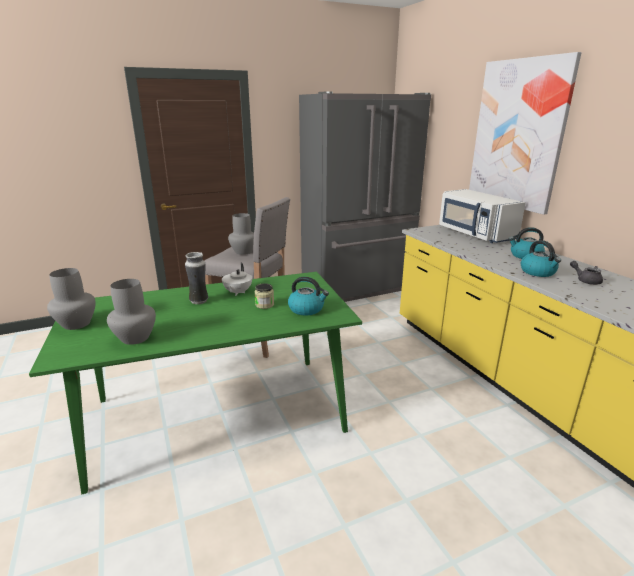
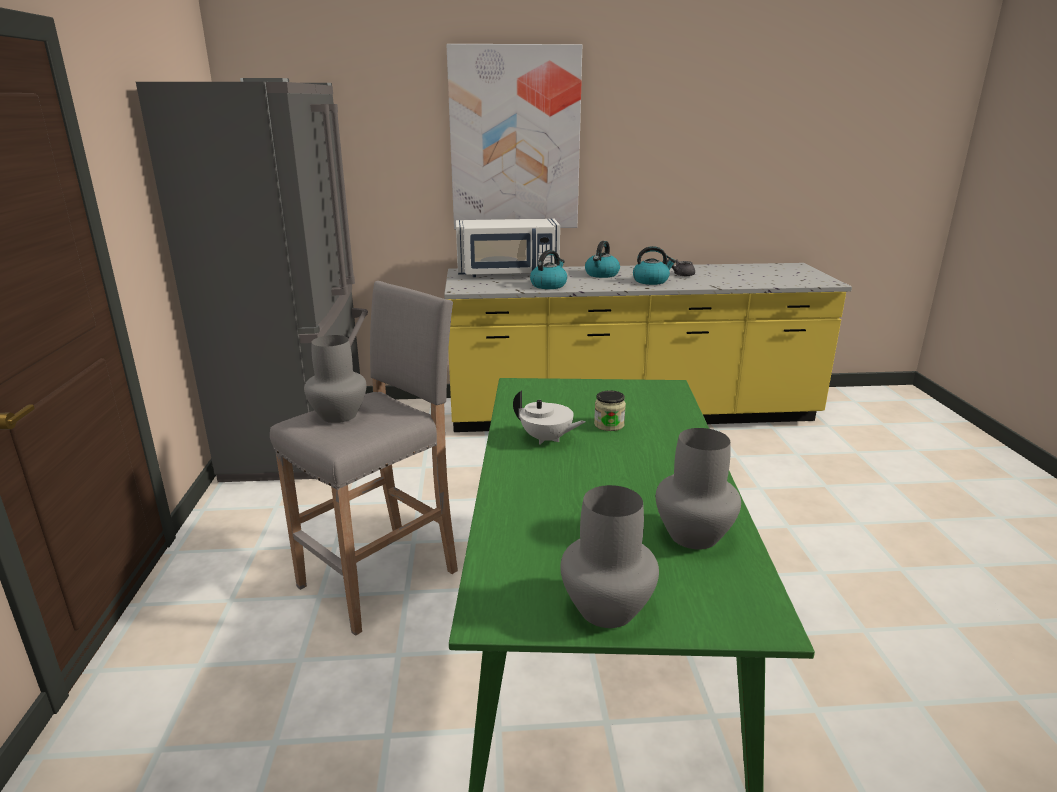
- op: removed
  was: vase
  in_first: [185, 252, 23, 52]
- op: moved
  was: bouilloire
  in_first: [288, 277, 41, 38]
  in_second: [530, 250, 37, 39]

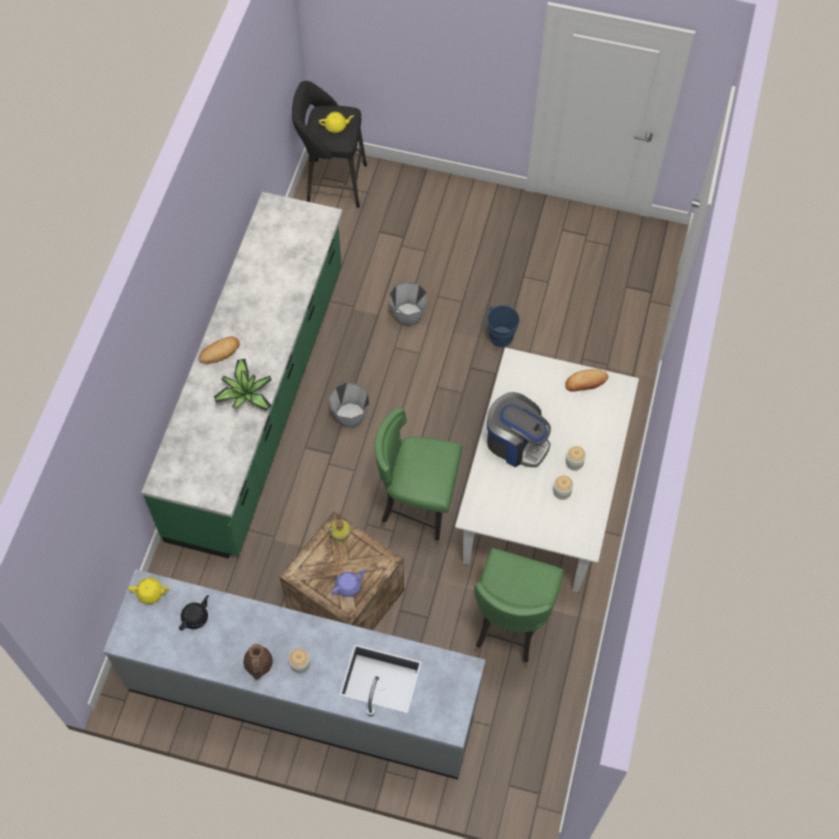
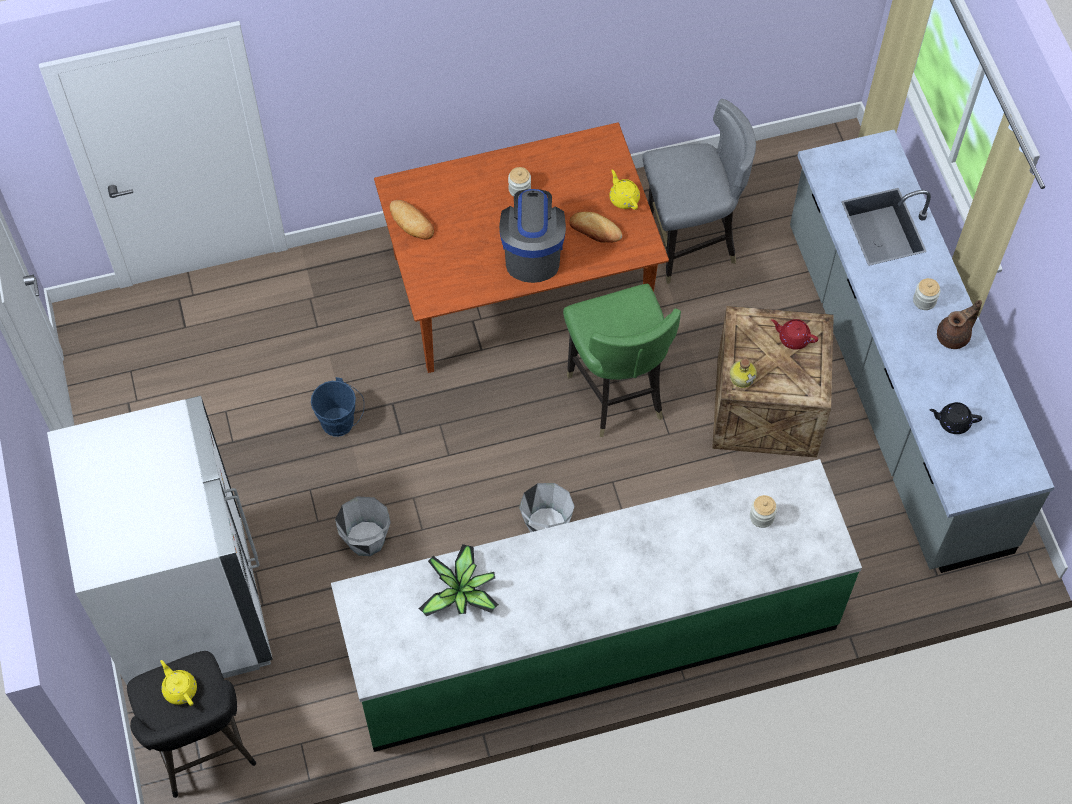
- op: moved
  was: théière [jaune]
  in_first: [128, 578, 43, 26]
  in_second: [609, 169, 31, 41]
- op: moved
  was: pain
  in_first: [199, 336, 41, 28]
  in_second: [569, 212, 53, 31]
- op: moved
  was: plante en pot
  in_first: [214, 359, 58, 52]
  in_second: [419, 544, 80, 72]
- op: recoloured
  was: théière [violet]
  now: théière [rouge]
  in_first: [331, 568, 35, 29]
  in_second: [771, 319, 47, 31]
- op: recoloured
  was: table à manger [blanc]
  now: table à manger [marron]
  in_first: [455, 348, 184, 244]
  in_second: [374, 123, 295, 250]
- op: recoloured
  was: chaise [vert]
  now: chaise [gris]
  in_first: [474, 548, 90, 119]
  in_second: [642, 99, 114, 185]
- op: moved
  was: bocal
  in_first: [553, 475, 20, 25]
  in_second: [750, 495, 27, 33]
- op: added
  now: réfrigérateur [blanc]
  in_second: [47, 396, 226, 289]

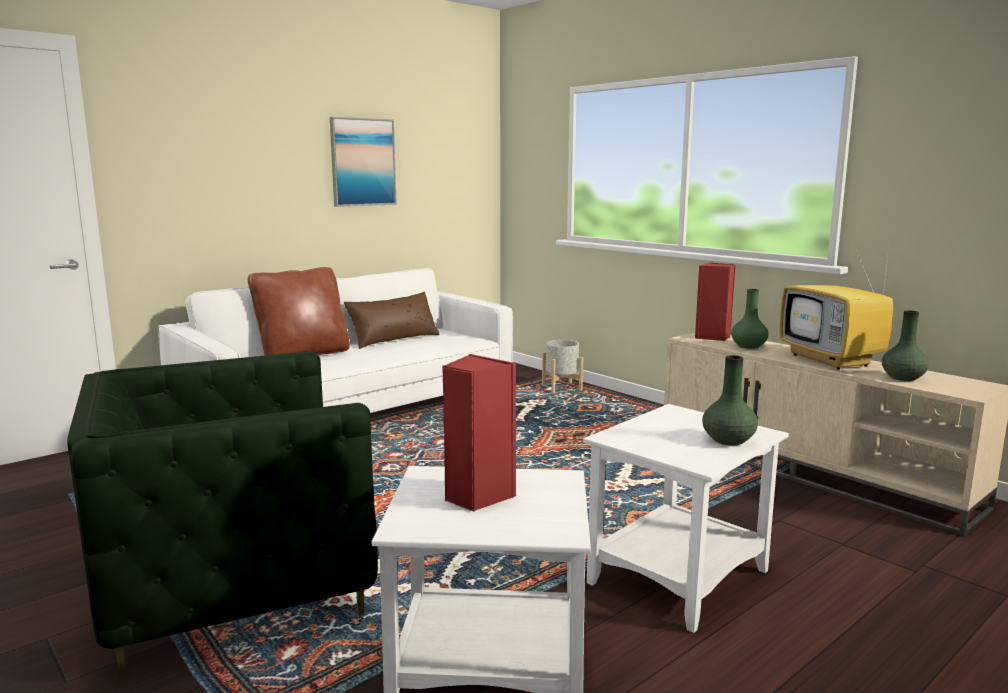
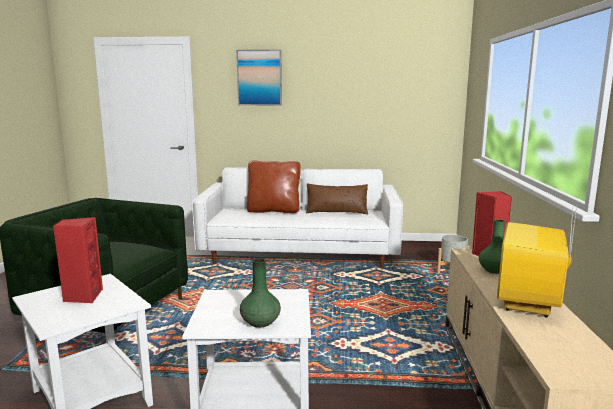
- op: moved
  was: tableau
  in_first: [330, 117, 67, 90]
  in_second: [236, 49, 46, 57]
- op: removed
  was: vase [vert]
  in_first: [882, 310, 47, 71]

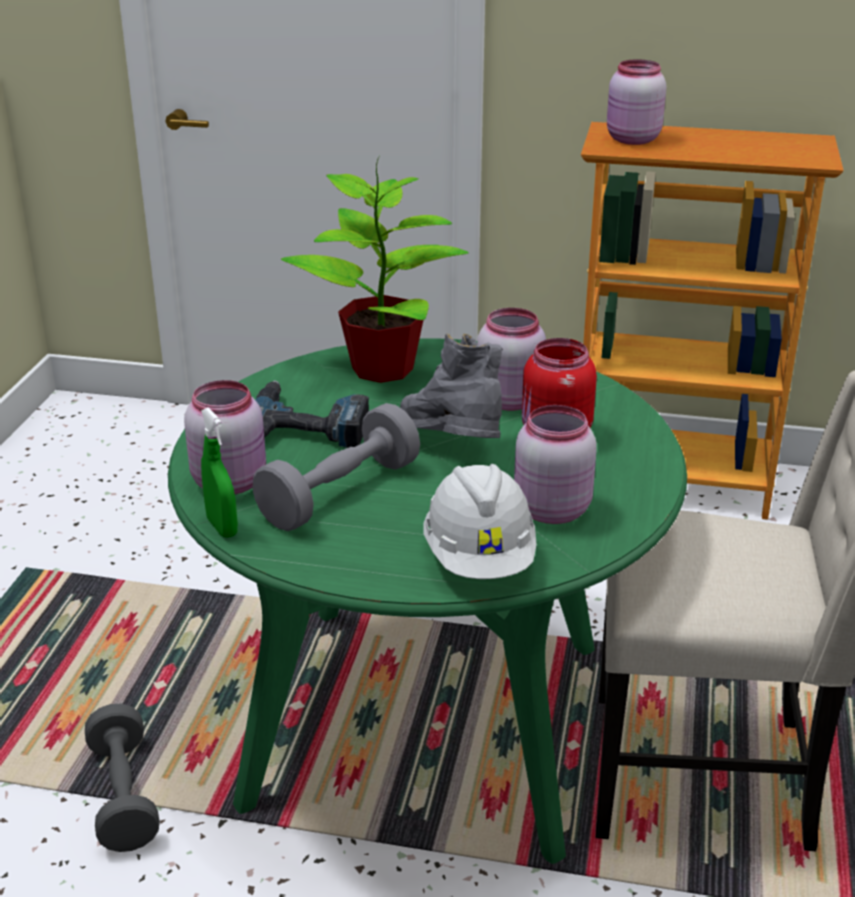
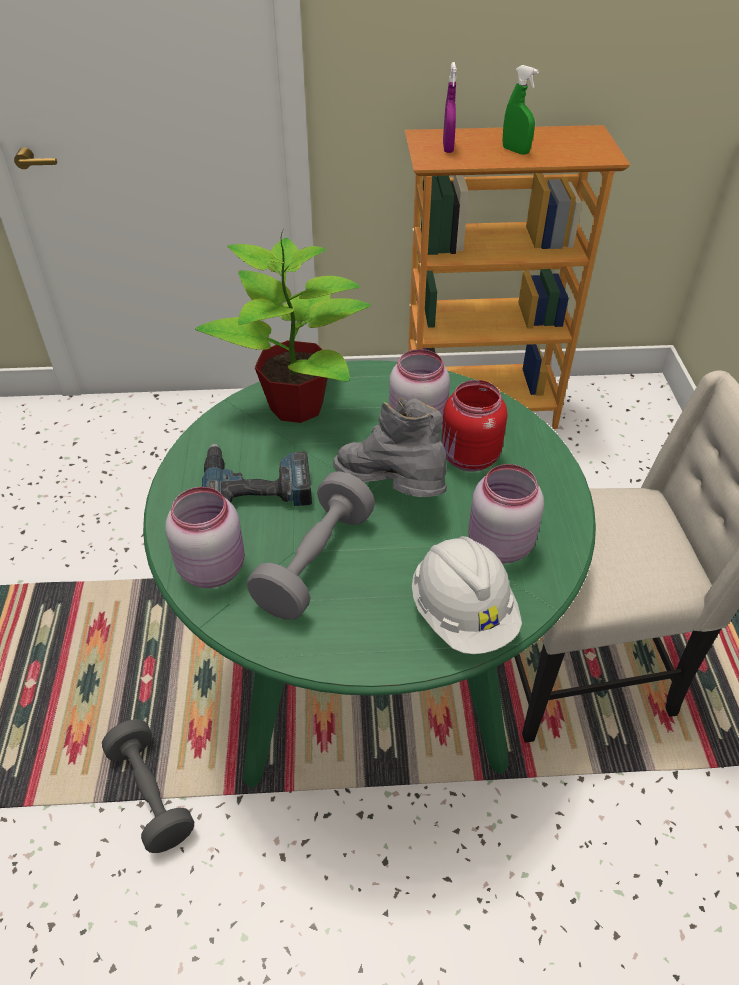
- op: moved
  was: vaporisateur [vert]
  in_first: [201, 407, 37, 131]
  in_second: [503, 65, 36, 90]
- op: replaced
  was: bocal [rose]
  now: vaporisateur [violet]
  in_first: [607, 59, 59, 86]
  in_second: [443, 62, 14, 91]

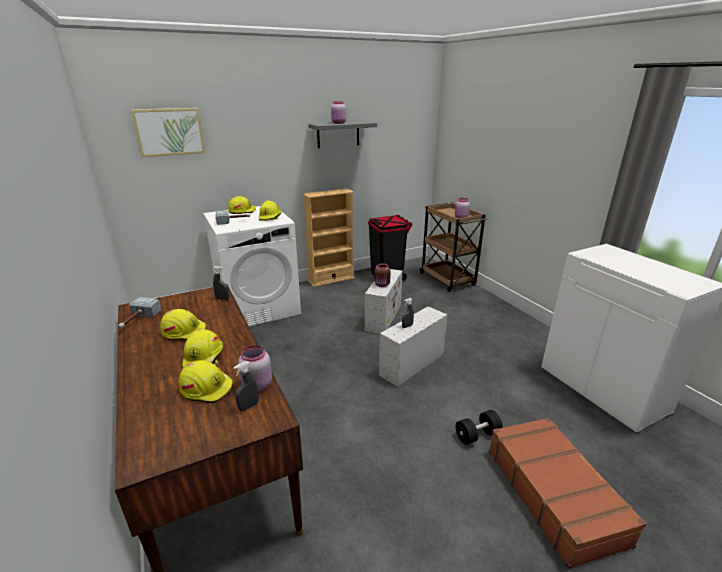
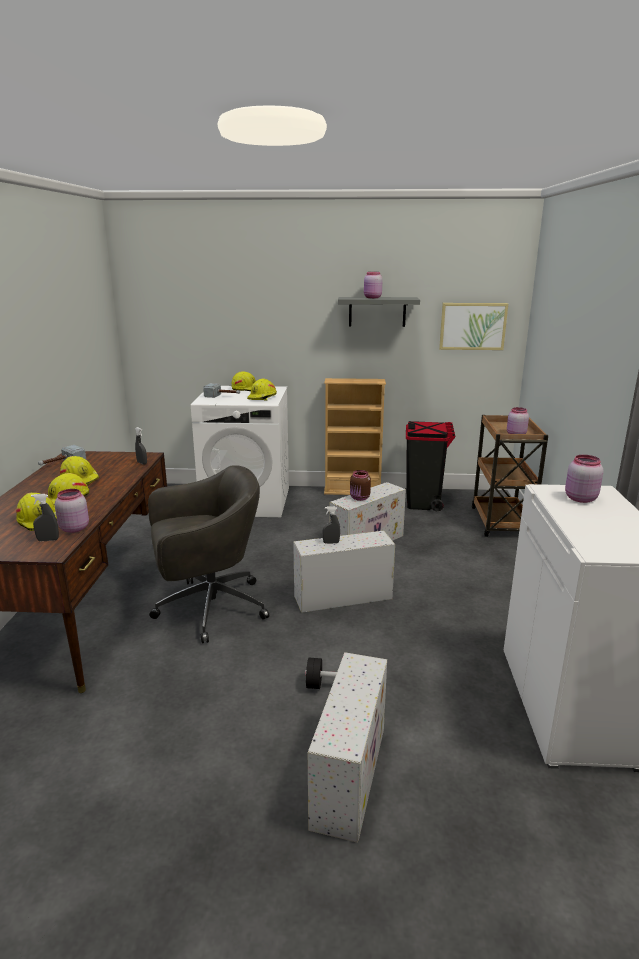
- op: moved
  was: tableau
  in_first: [131, 108, 75, 49]
  in_second: [439, 303, 69, 47]
- op: replaced
  was: valise [marron]
  now: boîte de rangement [blanc]
  in_first: [489, 417, 158, 152]
  in_second: [308, 652, 79, 191]
- op: added
  now: chaise de bureau [gris]
  in_second: [148, 465, 121, 178]
- op: added
  now: bocal [rose]
  in_second: [565, 455, 39, 48]

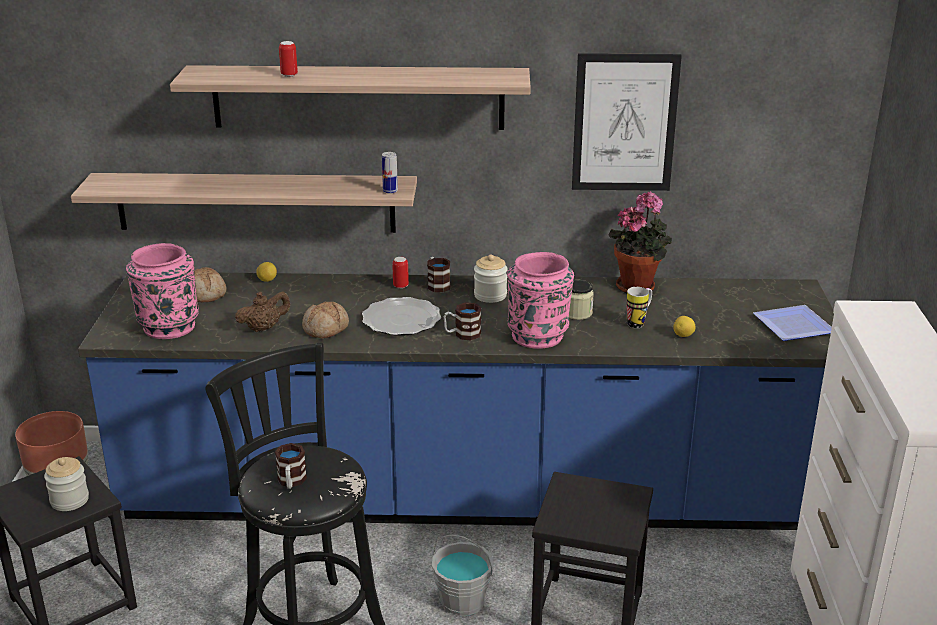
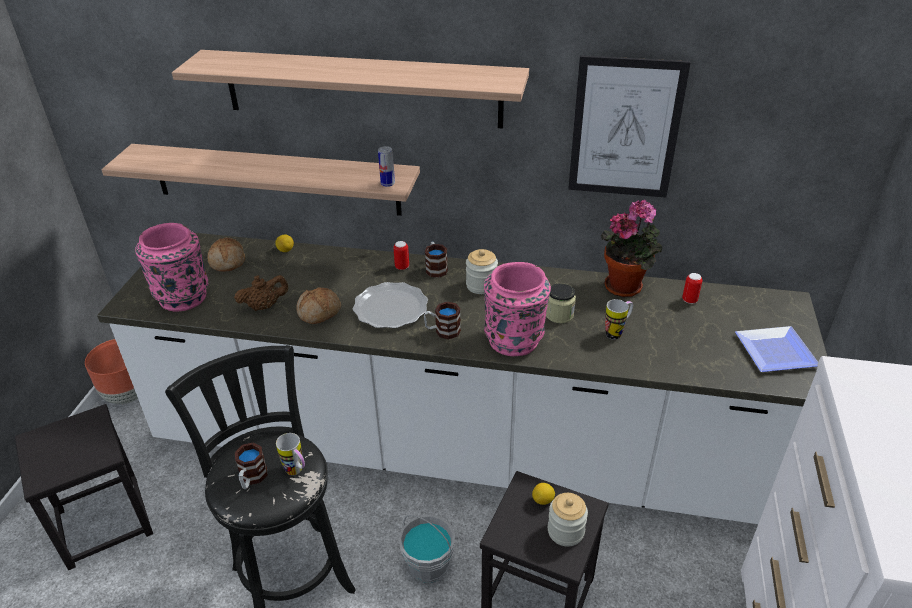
- op: moved
  was: bocal
  in_first: [44, 457, 45, 54]
  in_second: [548, 493, 40, 53]
- op: recoloured
  was: comptoir de cuisine [bleu]
  now: comptoir de cuisine [blanc]
  in_first: [78, 273, 756, 257]
  in_second: [97, 233, 730, 291]
- op: moved
  was: boîte métallique
  in_first: [279, 41, 19, 36]
  in_second: [682, 273, 20, 31]
- op: moved
  was: citron
  in_first: [673, 316, 23, 21]
  in_second: [532, 483, 23, 22]
- op: added
  now: mug
  in_second: [276, 433, 29, 42]

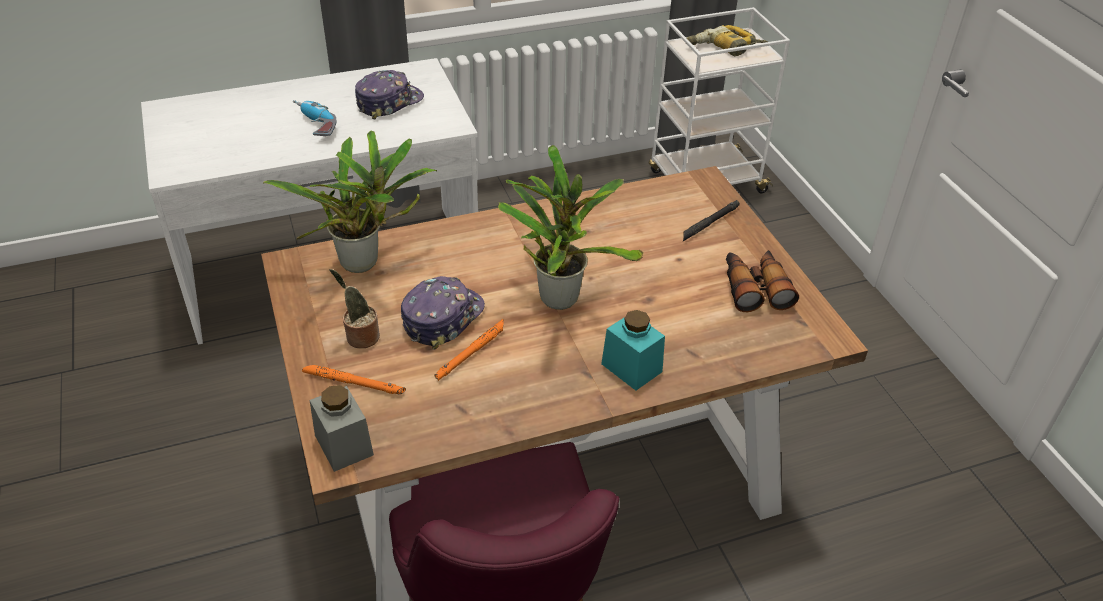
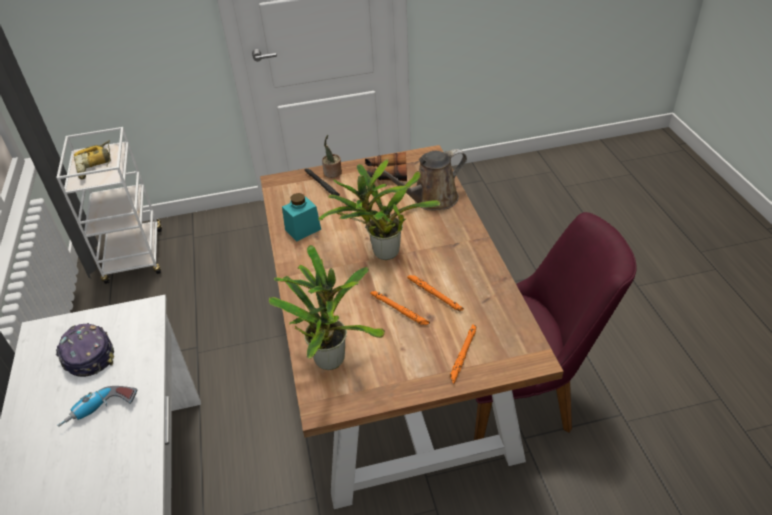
- op: removed
  was: bocal [gris]
  in_first: [310, 385, 64, 87]
- op: moved
  was: plante en pot
  in_first: [329, 269, 51, 79]
  in_second: [322, 135, 20, 43]
- op: replaced
  was: casquette
  now: lampe de poche [orange]
  in_first: [401, 276, 84, 73]
  in_second: [370, 291, 60, 34]
- op: moved
  was: bocal [turquoise]
  in_first: [601, 310, 64, 80]
  in_second: [282, 193, 39, 48]
- op: added
  now: arrosoir [marron]
  in_second: [375, 149, 92, 61]

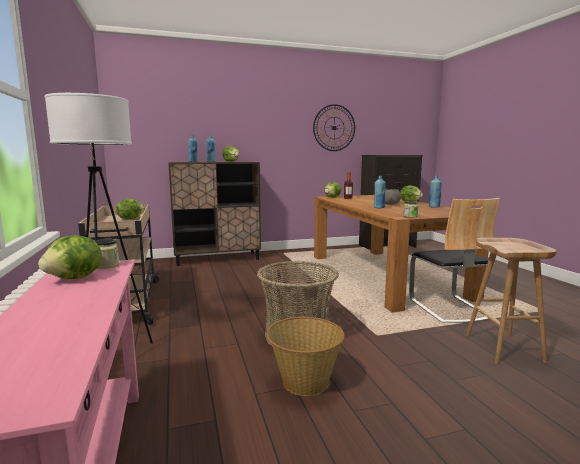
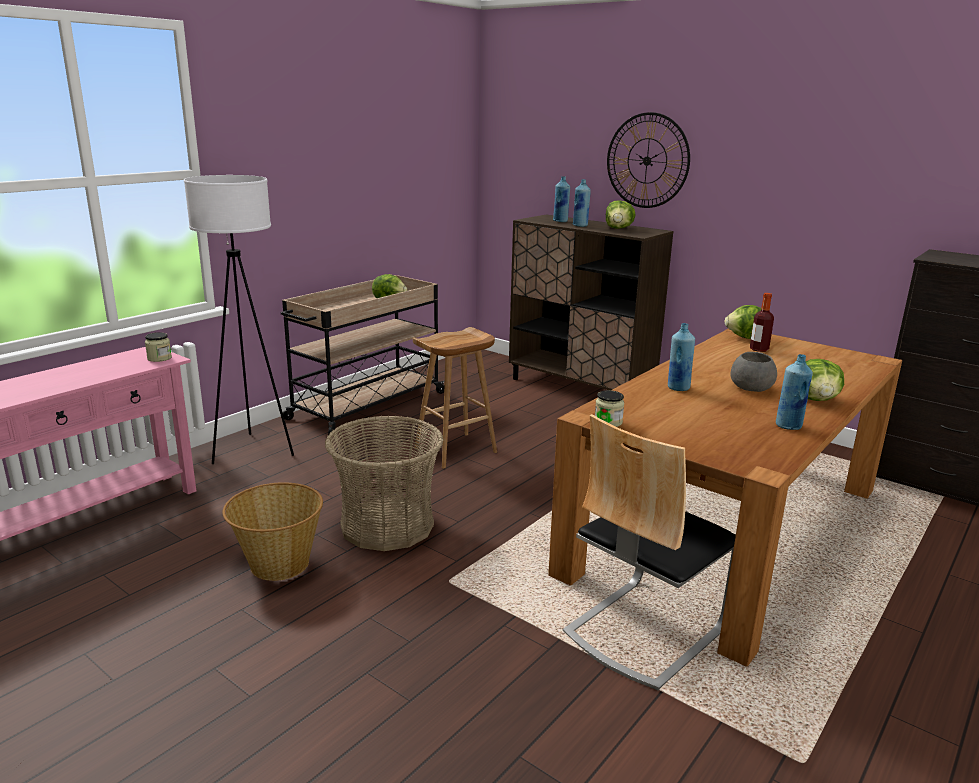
- op: removed
  was: laitue
  in_first: [38, 235, 64, 44]
- op: moved
  was: horloge murale
  in_first: [313, 104, 42, 47]
  in_second: [607, 112, 83, 96]
- op: moved
  was: tabouret [marron]
  in_first: [466, 238, 91, 126]
  in_second: [413, 327, 84, 141]

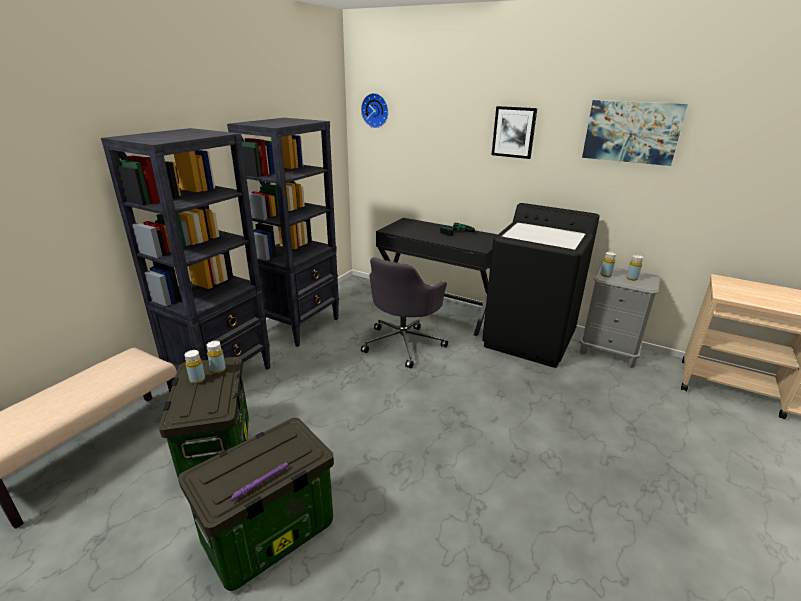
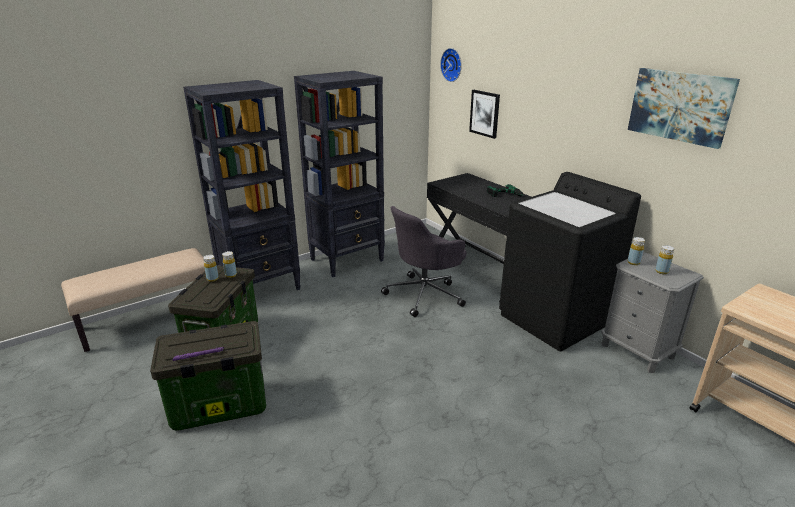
- op: moved
  was: tableau
  in_first: [492, 106, 45, 53]
  in_second: [469, 90, 31, 49]

